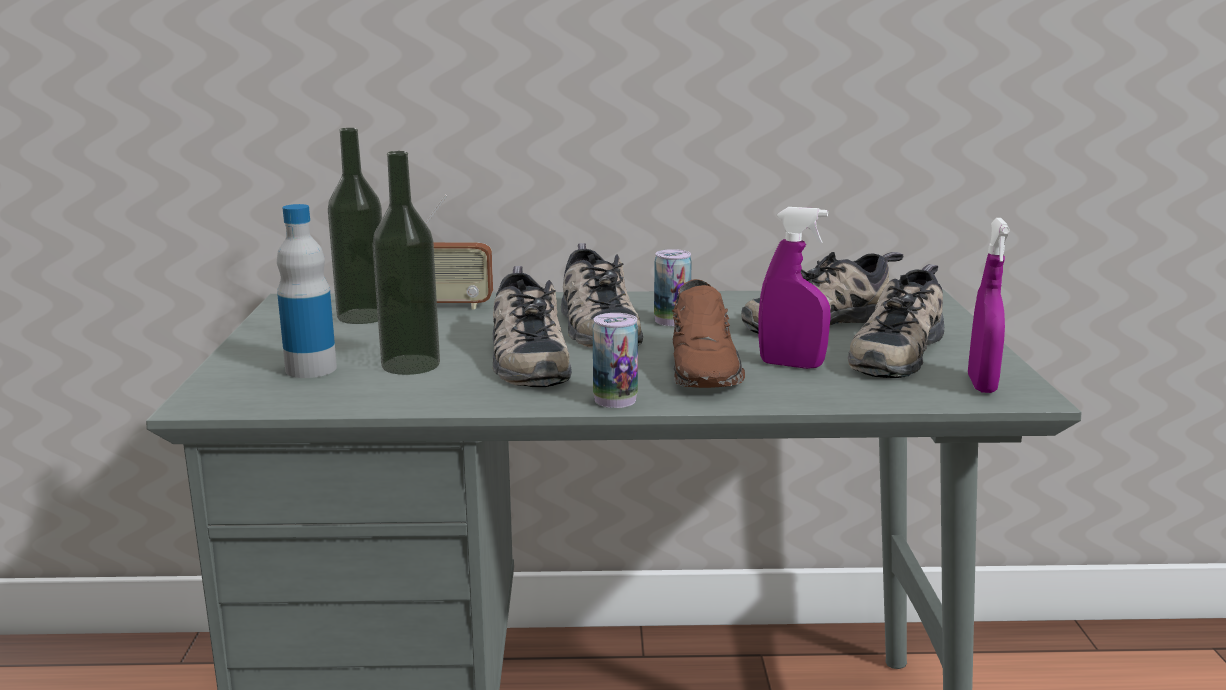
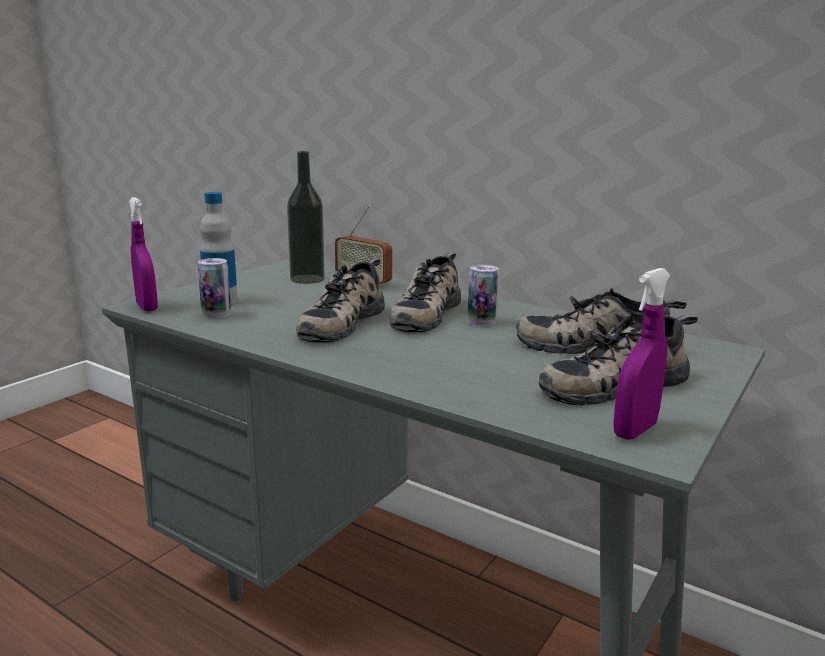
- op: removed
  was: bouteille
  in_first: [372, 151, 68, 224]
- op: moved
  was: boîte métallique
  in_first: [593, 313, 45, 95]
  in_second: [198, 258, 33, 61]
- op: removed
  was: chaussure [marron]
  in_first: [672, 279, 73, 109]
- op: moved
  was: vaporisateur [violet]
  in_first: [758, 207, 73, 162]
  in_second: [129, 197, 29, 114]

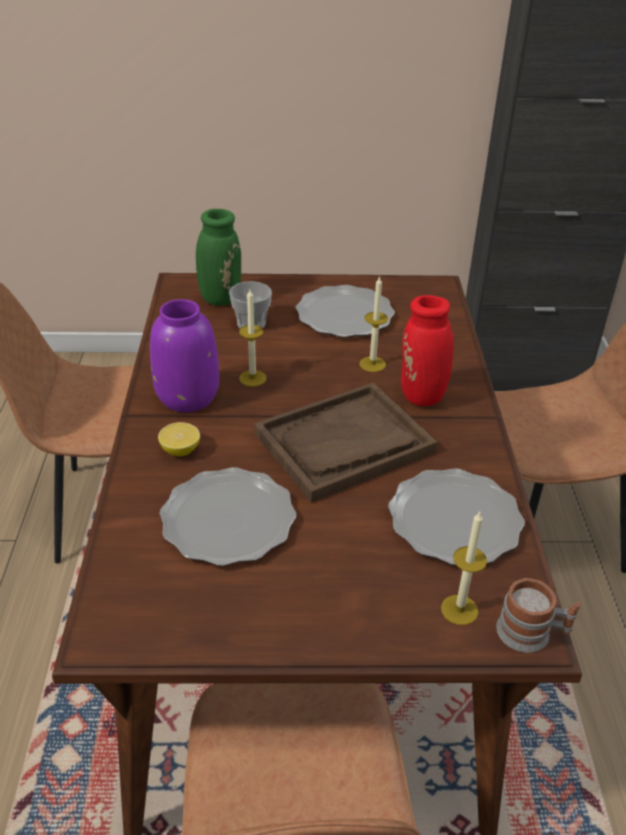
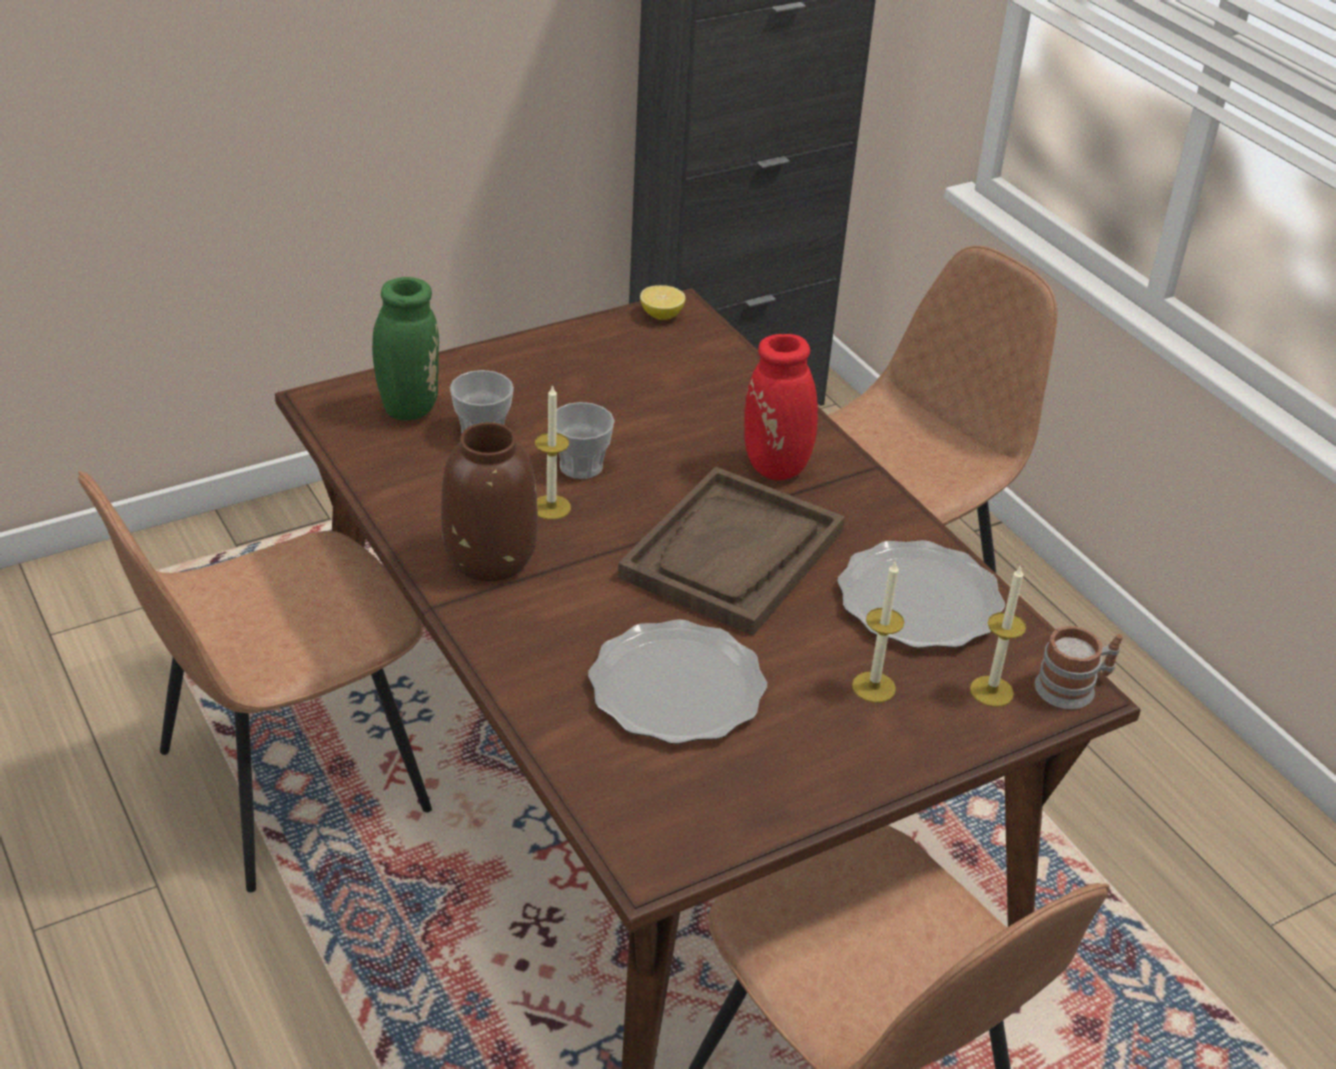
- op: recoloured
  was: vase [violet]
  now: vase [marron]
  in_first: [150, 299, 69, 113]
  in_second: [441, 422, 97, 159]
- op: moved
  was: citron
  in_first: [158, 422, 42, 34]
  in_second: [640, 285, 45, 35]
- op: removed
  was: assiette
  in_first: [296, 285, 99, 52]
- op: moved
  was: bougie
  in_first: [359, 276, 29, 96]
  in_second: [852, 560, 52, 143]
- op: added
  now: tasse
  in_second: [556, 402, 59, 77]

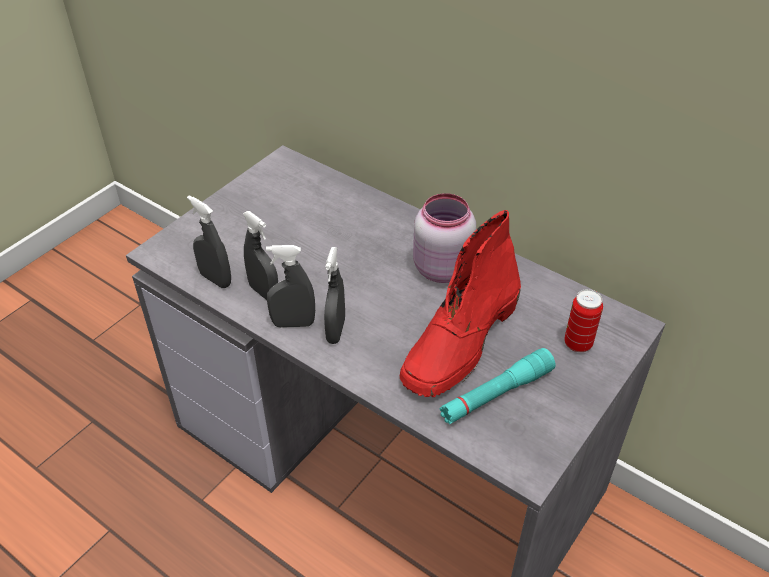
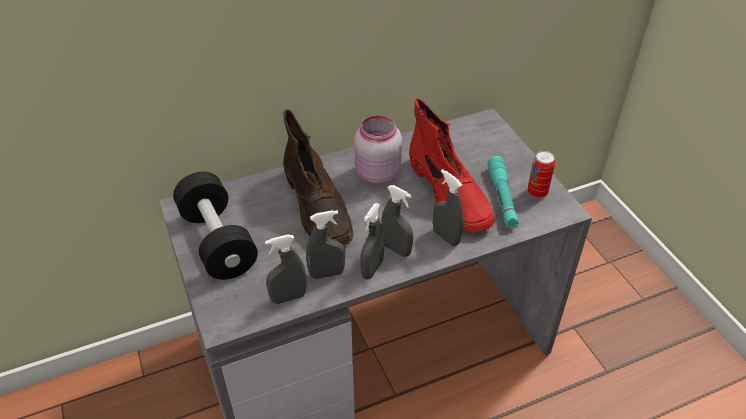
- op: moved
  was: boîte métallique
  in_first: [564, 289, 39, 63]
  in_second: [527, 151, 28, 47]
- op: added
  now: haltère [noir]
  in_second: [173, 172, 85, 108]
- op: added
  now: botte [marron]
  in_second: [283, 109, 70, 137]
- op: added
  now: vaporisateur [gris]
  in_second: [433, 169, 31, 77]

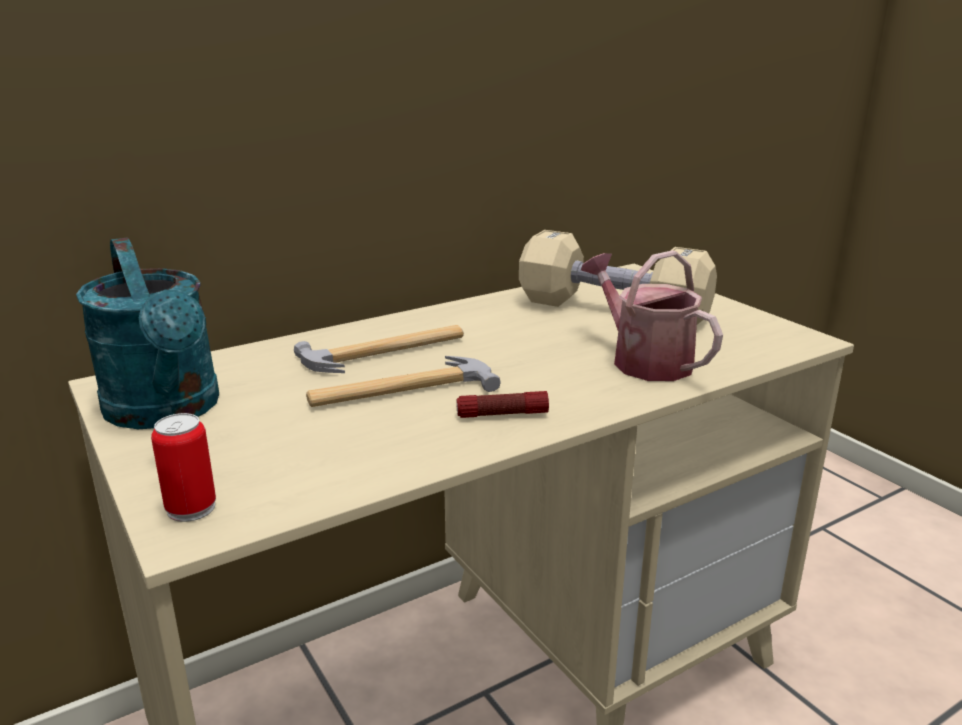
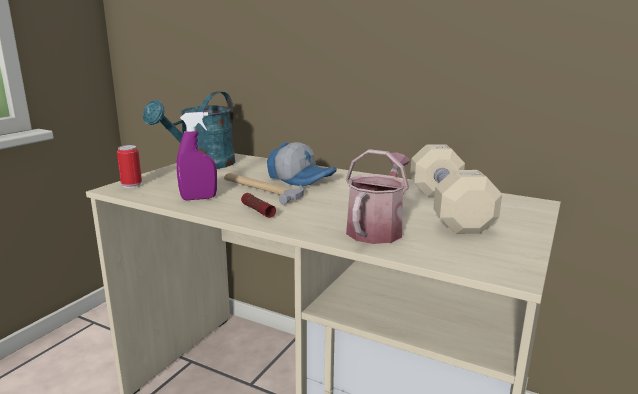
- op: replaced
  was: marteau
  now: casquette
  in_first: [294, 325, 170, 48]
  in_second: [267, 142, 70, 44]
- op: added
  now: vaporisateur [violet]
  in_second: [177, 112, 40, 88]

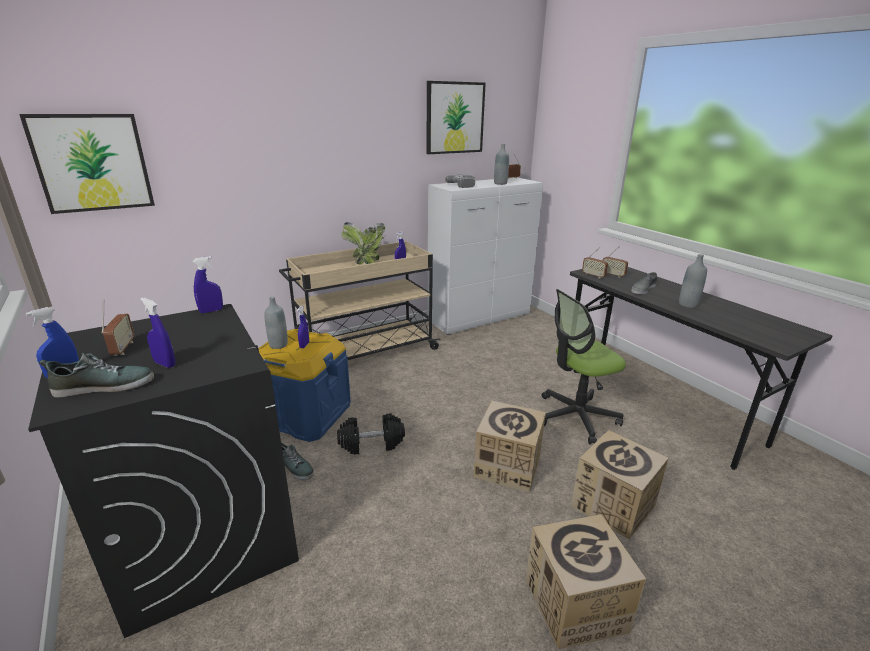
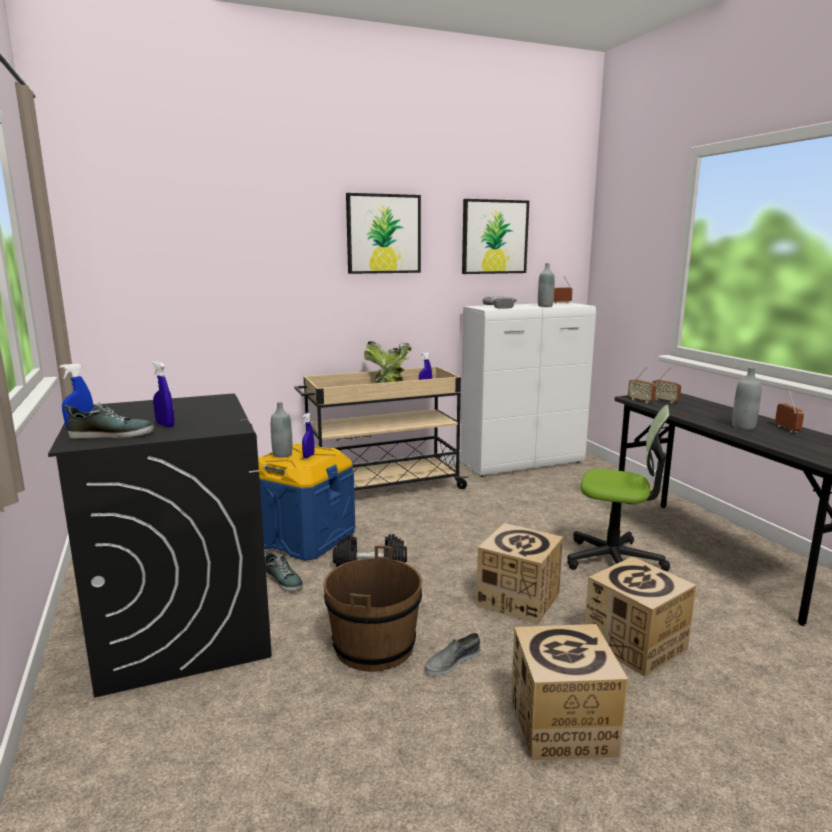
- op: moved
  was: tableau
  in_first: [19, 114, 136, 100]
  in_second: [346, 193, 75, 81]
- op: moved
  was: radio
  in_first: [101, 299, 33, 57]
  in_second: [775, 390, 29, 43]
- op: removed
  was: vaporisateur [bleu]
  in_first: [193, 256, 30, 57]
- op: turned
  was: chaise de bureau
  in_first: [542, 289, 84, 155]
  in_second: [567, 405, 103, 166]
  clockwise: -150
- op: moved
  was: chaussure [gris]
  in_first: [631, 272, 26, 22]
  in_second: [425, 633, 55, 43]
- op: added
  now: seau [marron]
  in_second: [324, 546, 98, 126]

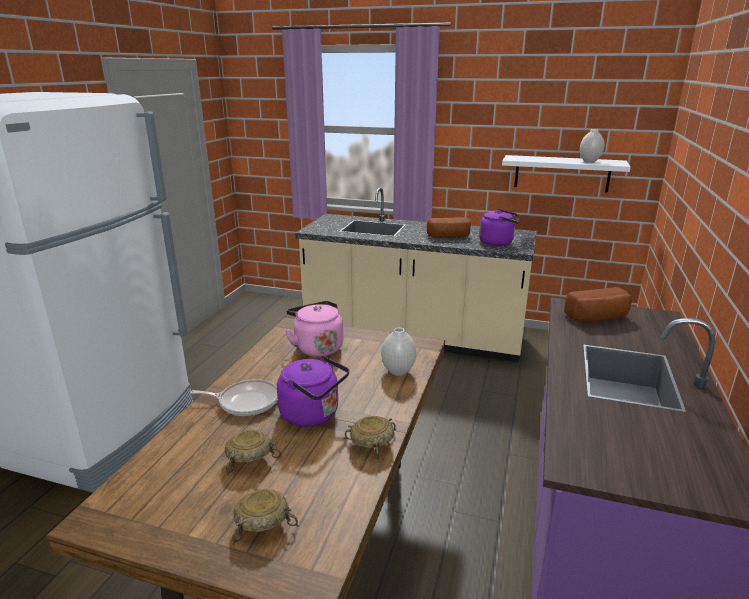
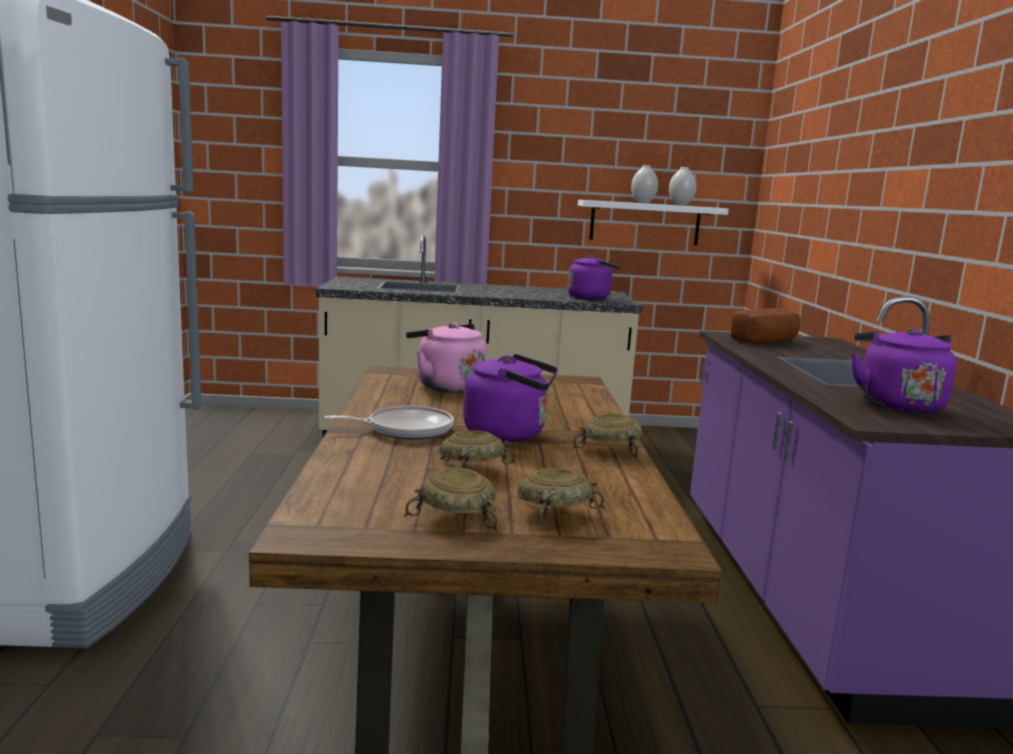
- op: moved
  was: vase [blanc]
  in_first: [381, 328, 35, 48]
  in_second: [631, 165, 27, 38]
- op: removed
  was: pain
  in_first: [427, 217, 44, 21]
- op: added
  now: bol [beige]
  in_second: [403, 468, 95, 64]
- op: added
  now: bouilloire [violet]
  in_second: [851, 328, 106, 86]

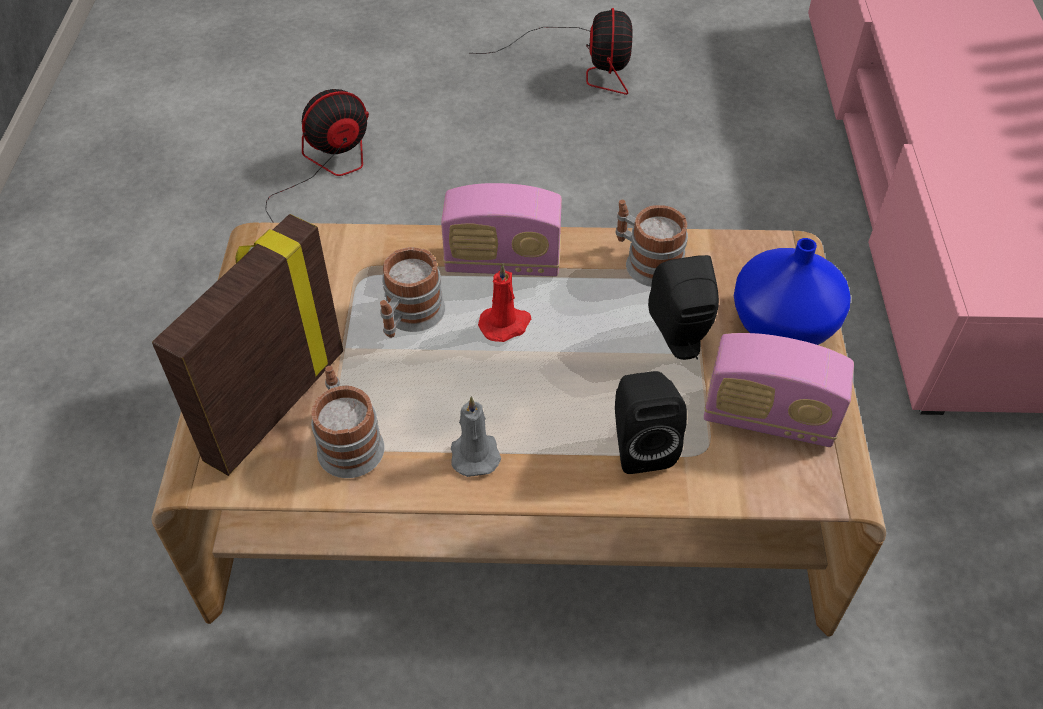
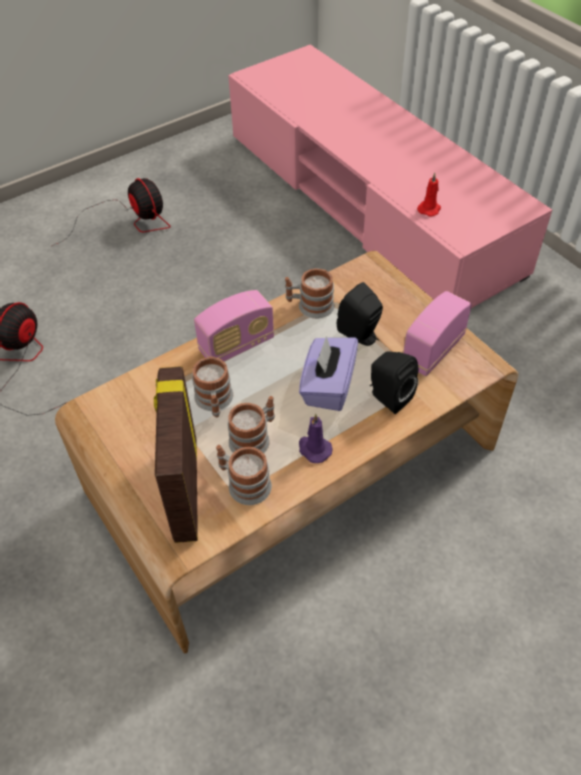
- op: recoloured
  was: bougie [gris]
  now: bougie [violet]
  in_first: [451, 396, 50, 81]
  in_second: [299, 414, 34, 49]
- op: moved
  was: bougie [rouge]
  in_first: [478, 263, 53, 79]
  in_second: [417, 173, 24, 44]
- op: turned
  was: radio
  in_first: [704, 333, 150, 114]
  in_second: [403, 291, 69, 85]
  clockwise: 150
- op: removed
  was: vase [bleu]
  in_first: [734, 238, 117, 107]
- op: added
  now: mug
  in_second: [227, 396, 48, 57]
- op: added
  now: boîte à mouchoirs [violet]
  in_second: [299, 336, 59, 75]

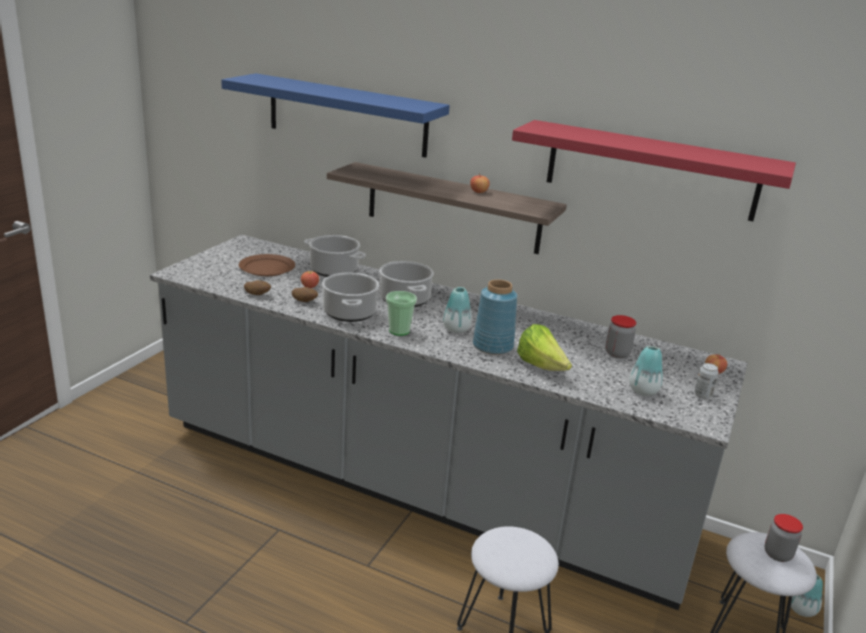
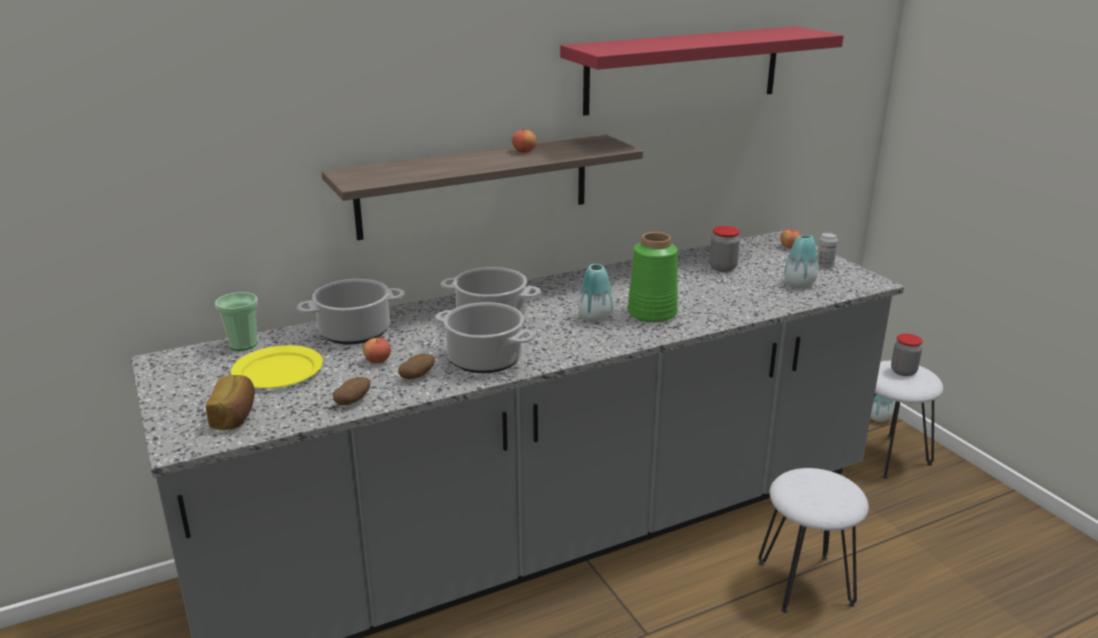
- op: removed
  was: étagère [bleu]
  in_first: [221, 73, 229, 85]
- op: recoloured
  was: assiette [marron]
  now: assiette [jaune]
  in_first: [239, 254, 56, 22]
  in_second: [231, 345, 92, 43]
- op: moved
  was: tasse
  in_first: [386, 291, 31, 45]
  in_second: [215, 292, 43, 59]
- op: recoloured
  was: vase [bleu]
  now: vase [vert]
  in_first: [473, 279, 44, 76]
  in_second: [628, 232, 50, 90]
- op: removed
  was: laitue
  in_first: [517, 324, 55, 47]
- op: added
  now: pain
  in_second: [206, 375, 49, 55]

